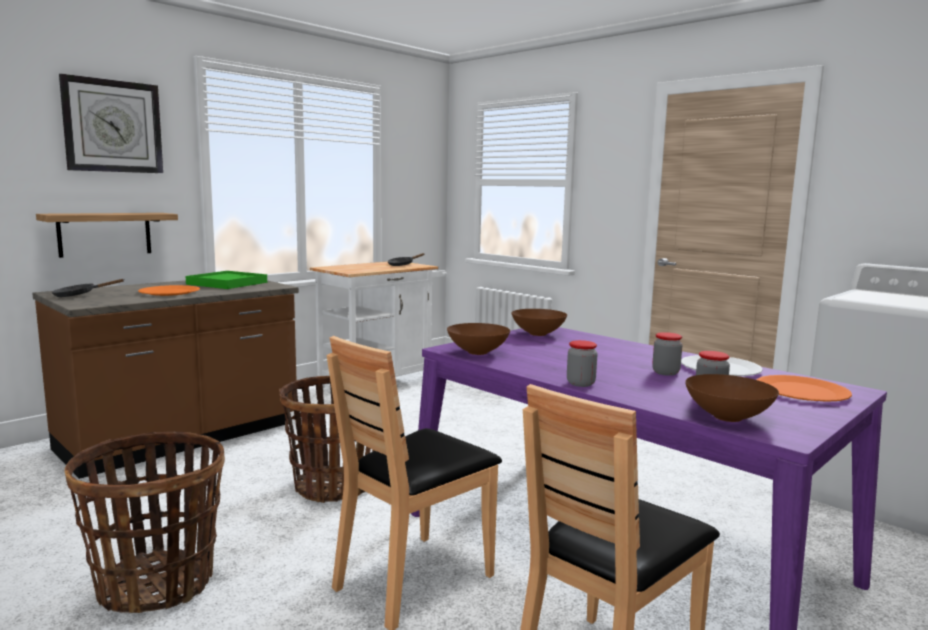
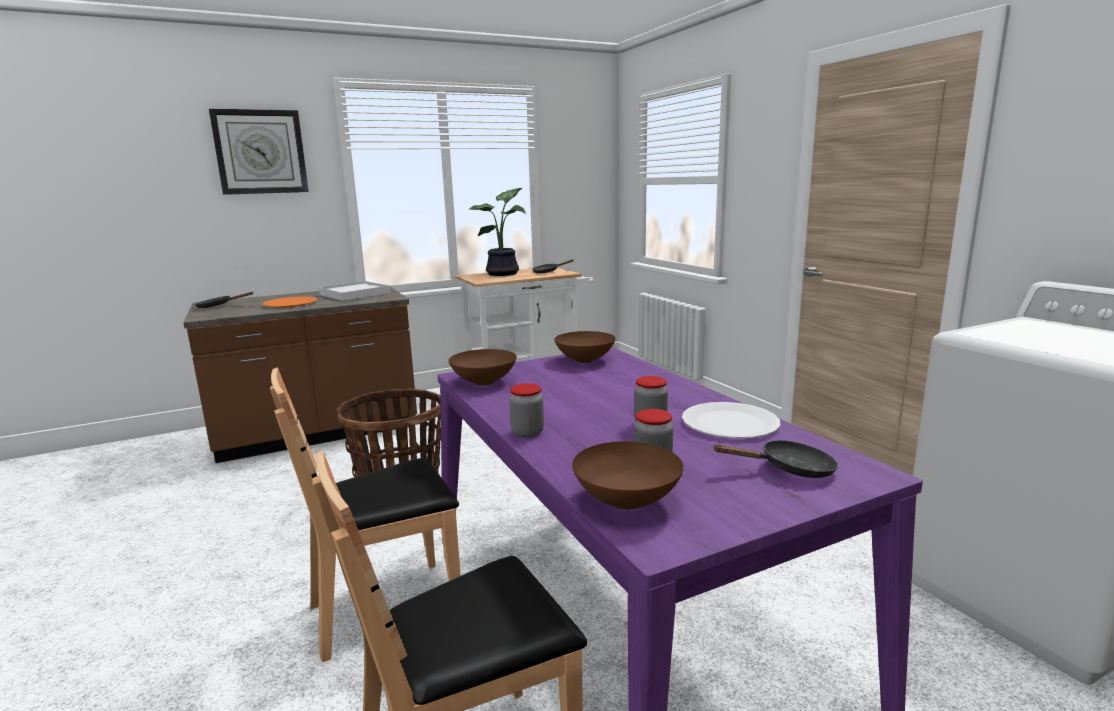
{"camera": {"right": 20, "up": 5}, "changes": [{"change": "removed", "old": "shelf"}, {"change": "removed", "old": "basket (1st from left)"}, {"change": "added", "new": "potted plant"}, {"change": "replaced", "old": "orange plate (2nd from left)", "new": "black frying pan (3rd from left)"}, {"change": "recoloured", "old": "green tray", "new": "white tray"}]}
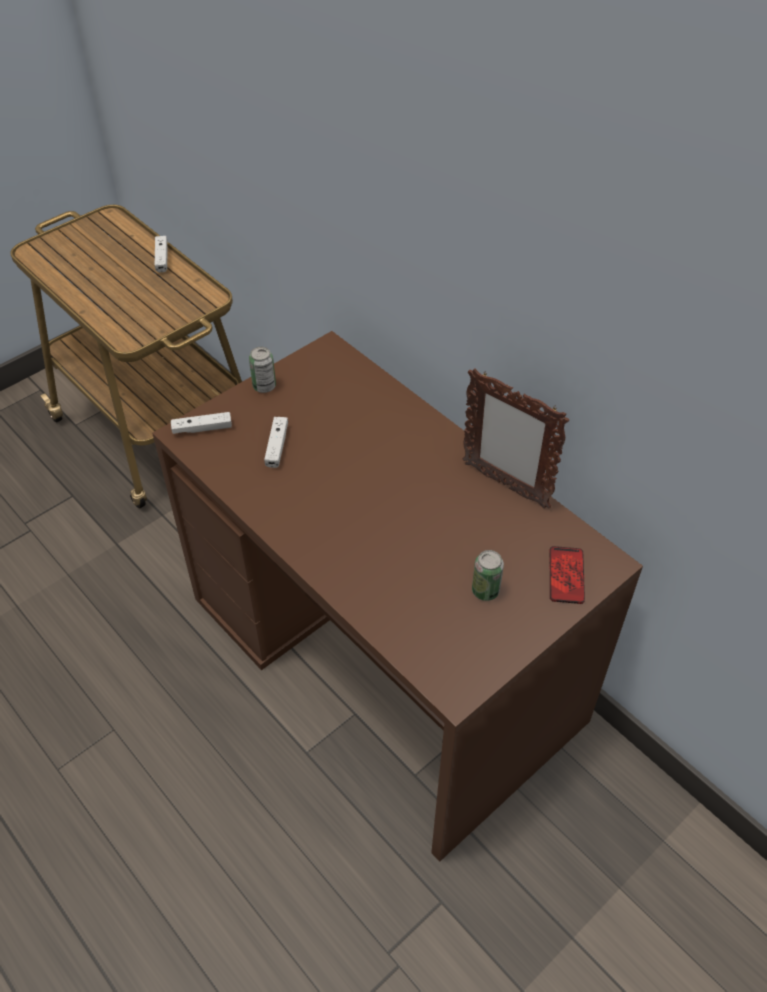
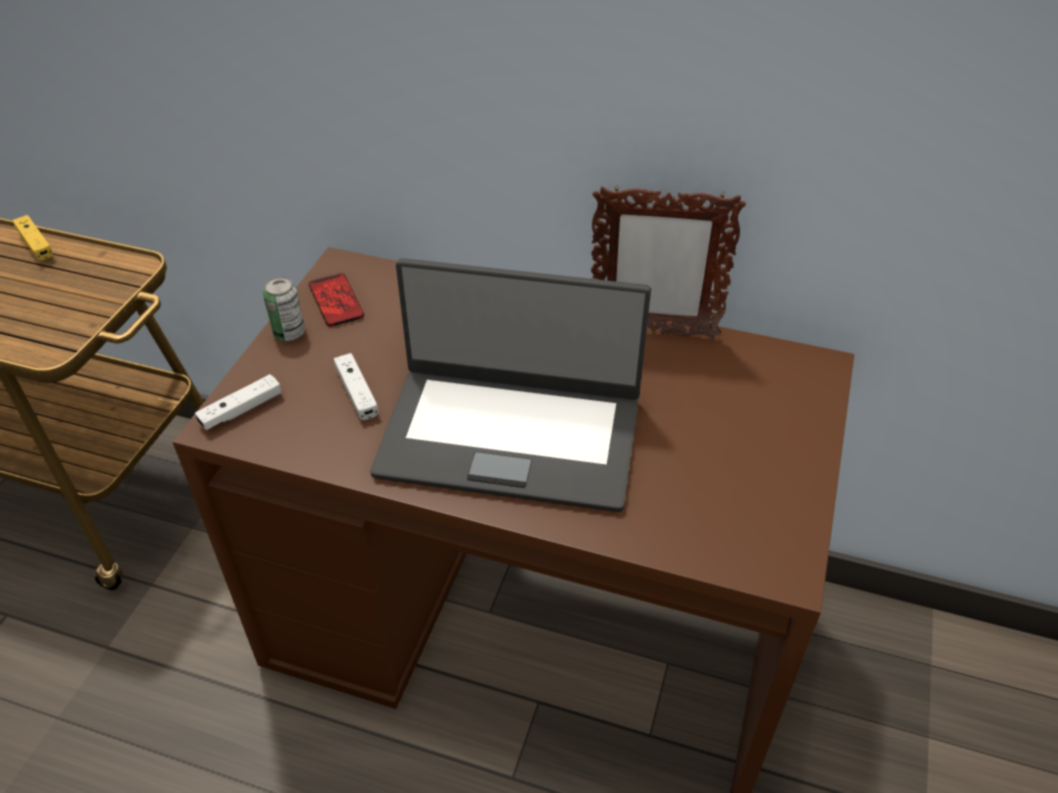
{"camera": {"right": -30, "up": -5}, "changes": [{"change": "removed", "old": "can (2nd from left)"}, {"change": "added", "new": "laptop"}, {"change": "moved", "old": "phone"}, {"change": "recoloured", "old": "white game controller (1st from left)", "new": "yellow game controller"}]}
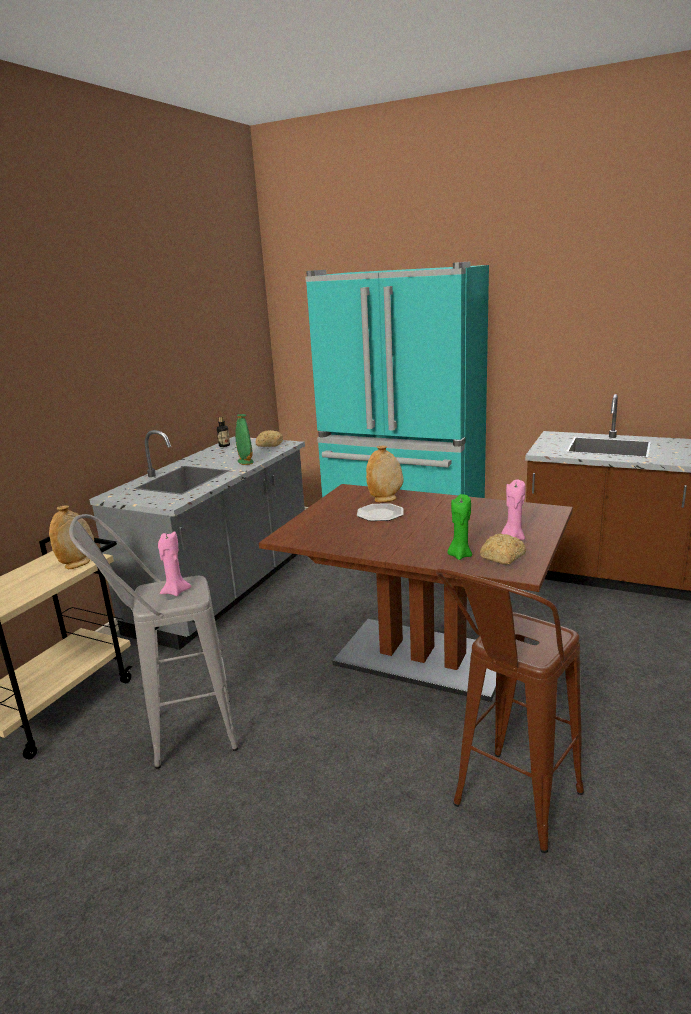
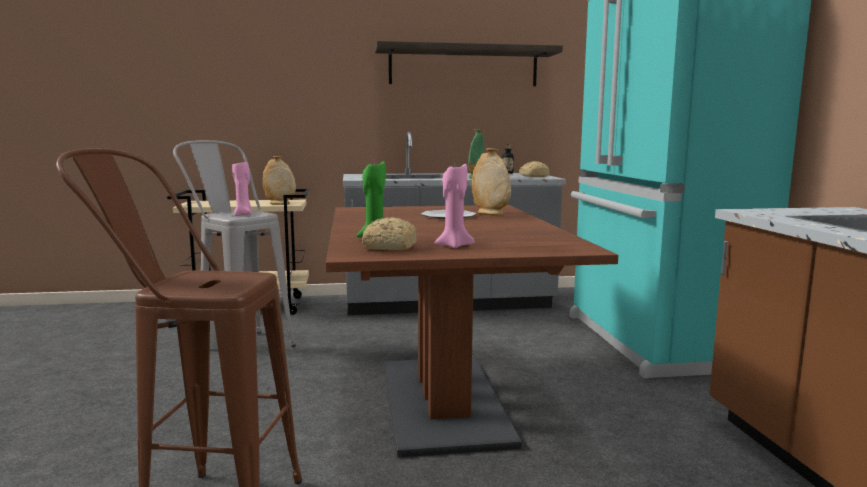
{"camera": {"right": 55, "up": -10}, "changes": [{"change": "added", "new": "shelf"}]}
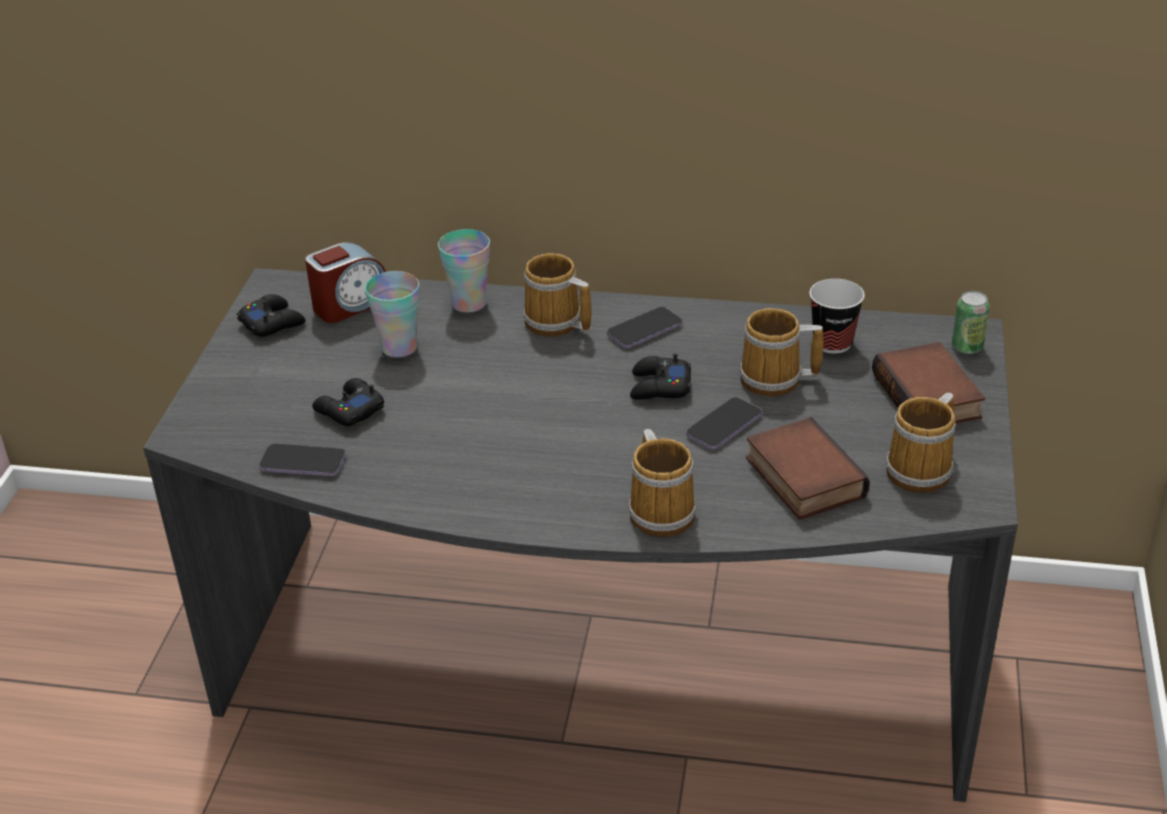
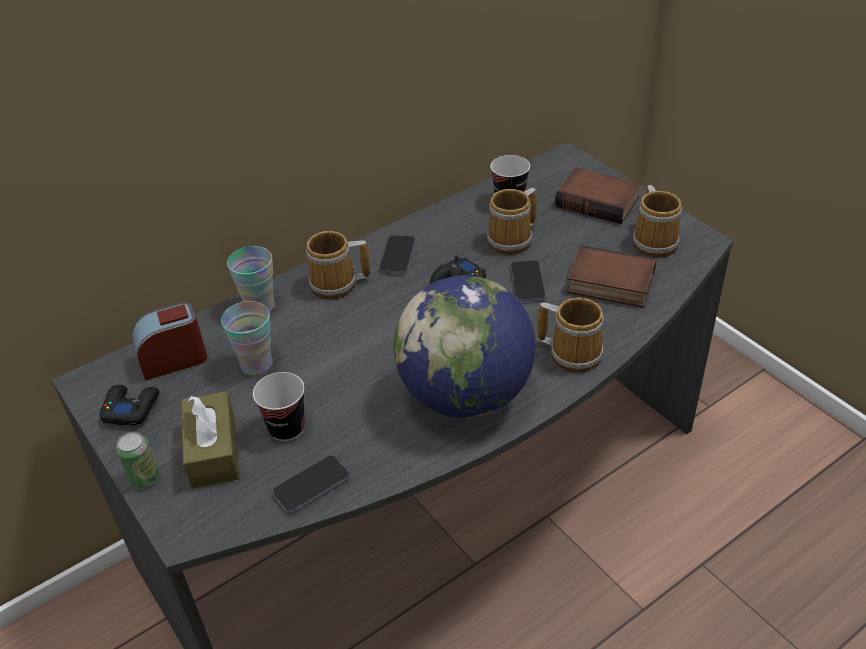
{"camera": {"right": -45, "up": 5}, "changes": [{"change": "added", "new": "brown tissue box"}, {"change": "added", "new": "globe"}, {"change": "moved", "old": "can"}, {"change": "replaced", "old": "black game controller (2nd from left)", "new": "cup (3rd from left)"}, {"change": "turned", "old": "alarm clock", "degrees": -120}]}
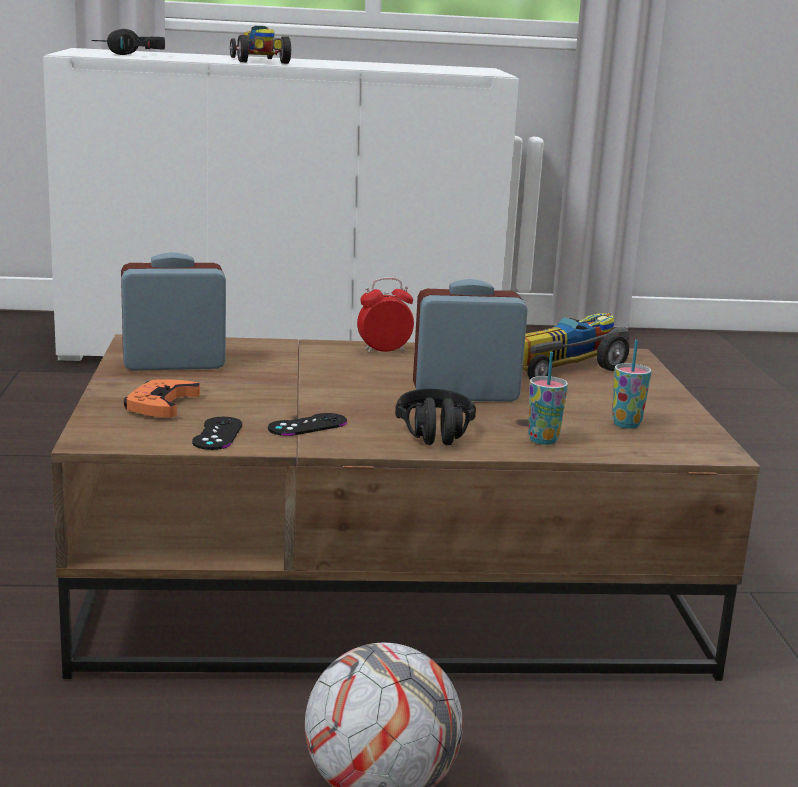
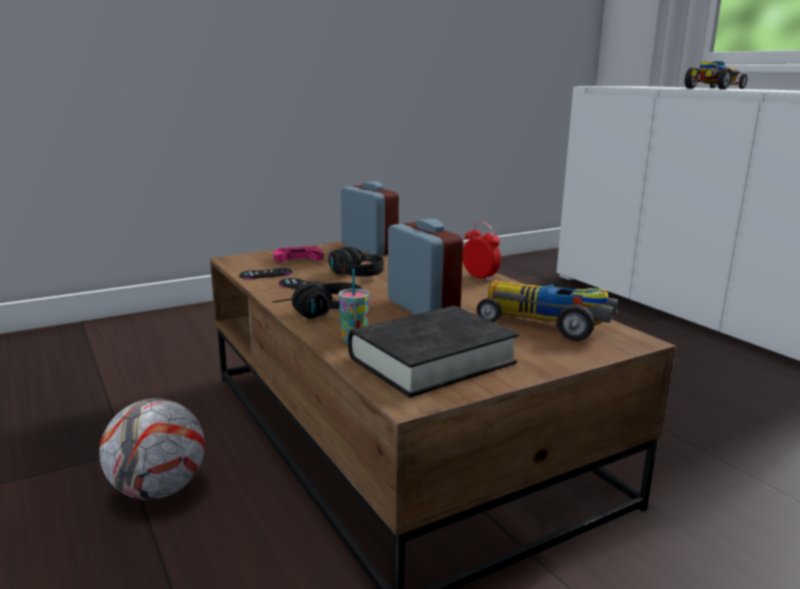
{"camera": {"right": 65, "up": 0}, "changes": [{"change": "moved", "old": "black headphones (1st from left in the first image)", "new": "black headphones (2nd from left)"}, {"change": "replaced", "old": "cup (2nd from left)", "new": "black book"}, {"change": "recoloured", "old": "orange game controller", "new": "pink game controller"}]}
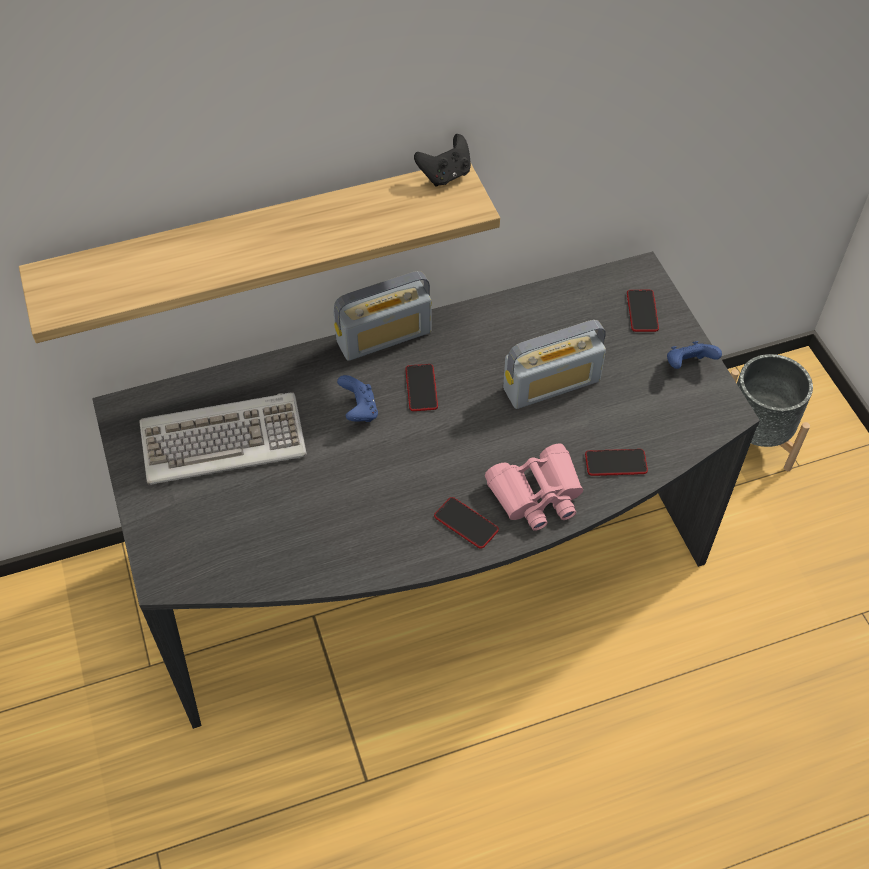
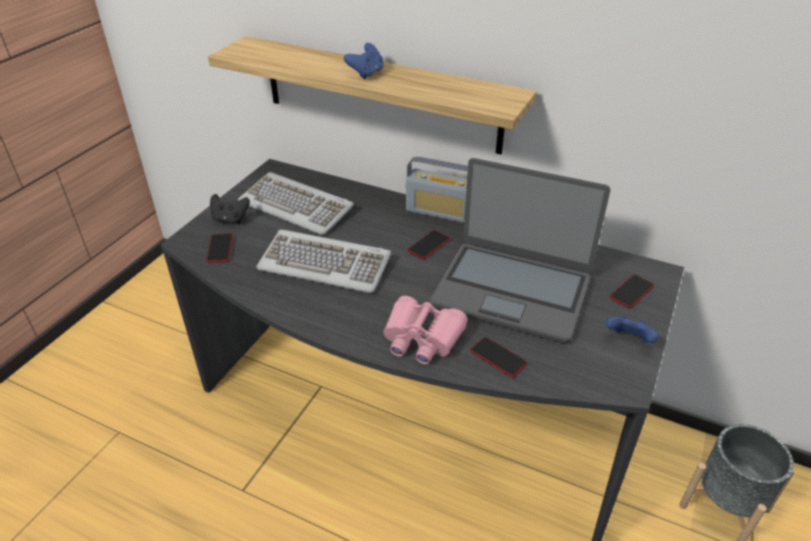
{"camera": {"right": 45, "up": -15}, "changes": [{"change": "added", "new": "keyboard (2nd from left)"}, {"change": "moved", "old": "blue game controller (1st from left)"}, {"change": "moved", "old": "black game controller"}, {"change": "moved", "old": "phone (2nd from left in the first image)", "new": "phone (1st from left)"}, {"change": "replaced", "old": "radio (2nd from left)", "new": "laptop"}]}
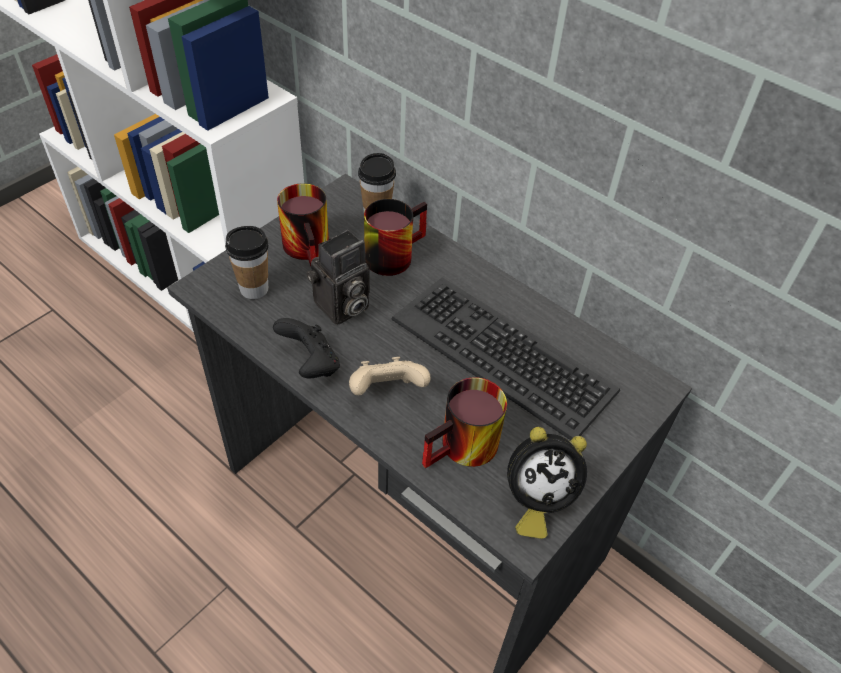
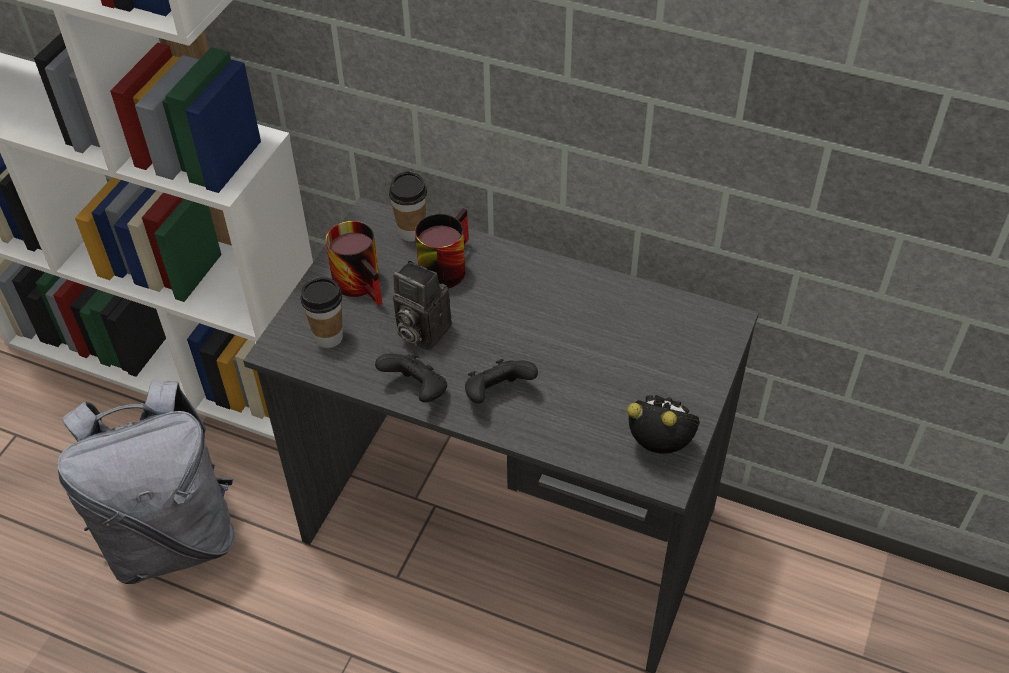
{"camera": {"right": -15, "up": 0}, "changes": [{"change": "removed", "old": "keyboard"}, {"change": "removed", "old": "mug (3rd from left)"}, {"change": "added", "new": "grey backpack"}, {"change": "recoloured", "old": "beige game controller", "new": "black game controller (2nd from left)"}, {"change": "turned", "old": "photo camera", "degrees": 90}, {"change": "turned", "old": "alarm clock", "degrees": -135}]}
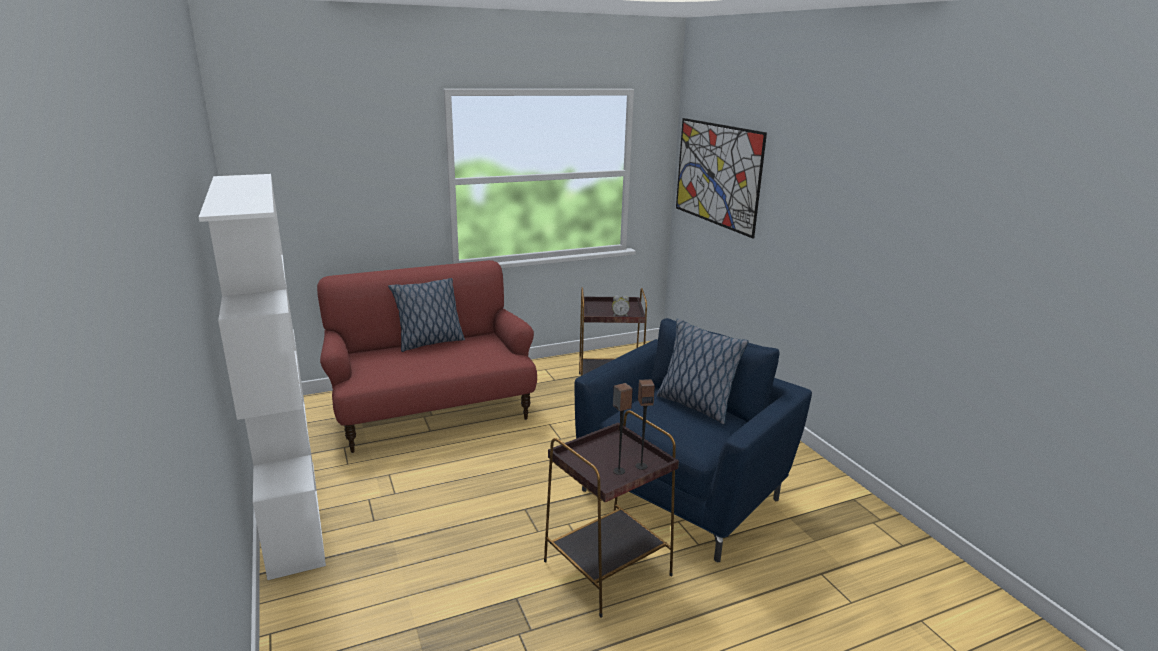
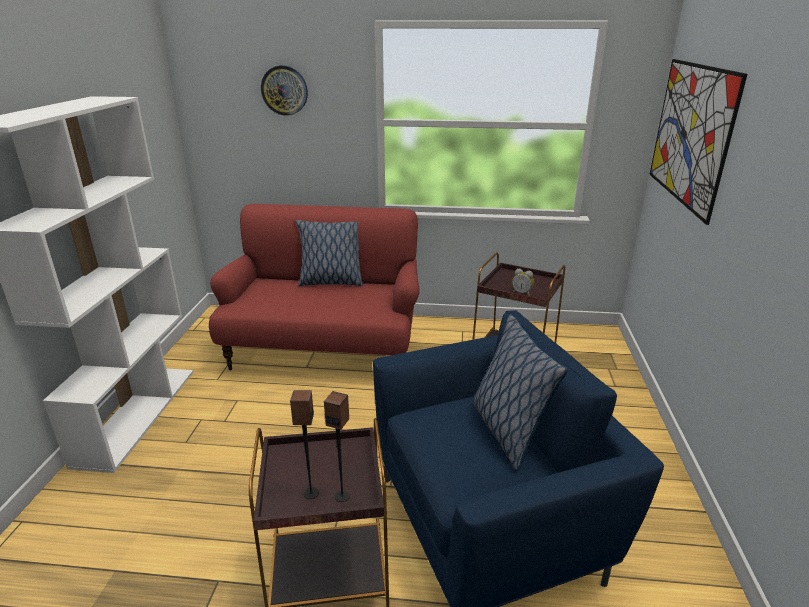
{"camera": {"right": 30, "up": 5}, "changes": [{"change": "added", "new": "wall clock"}]}
